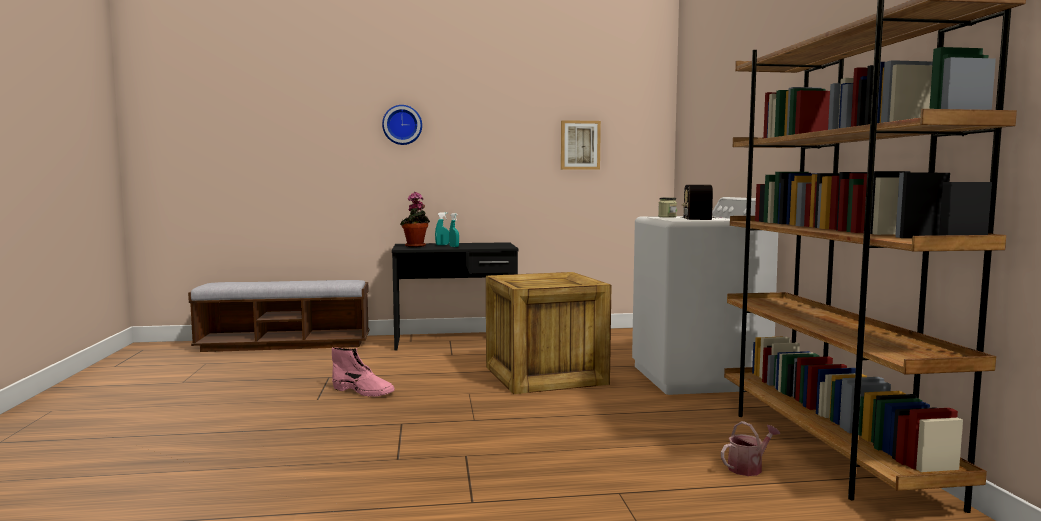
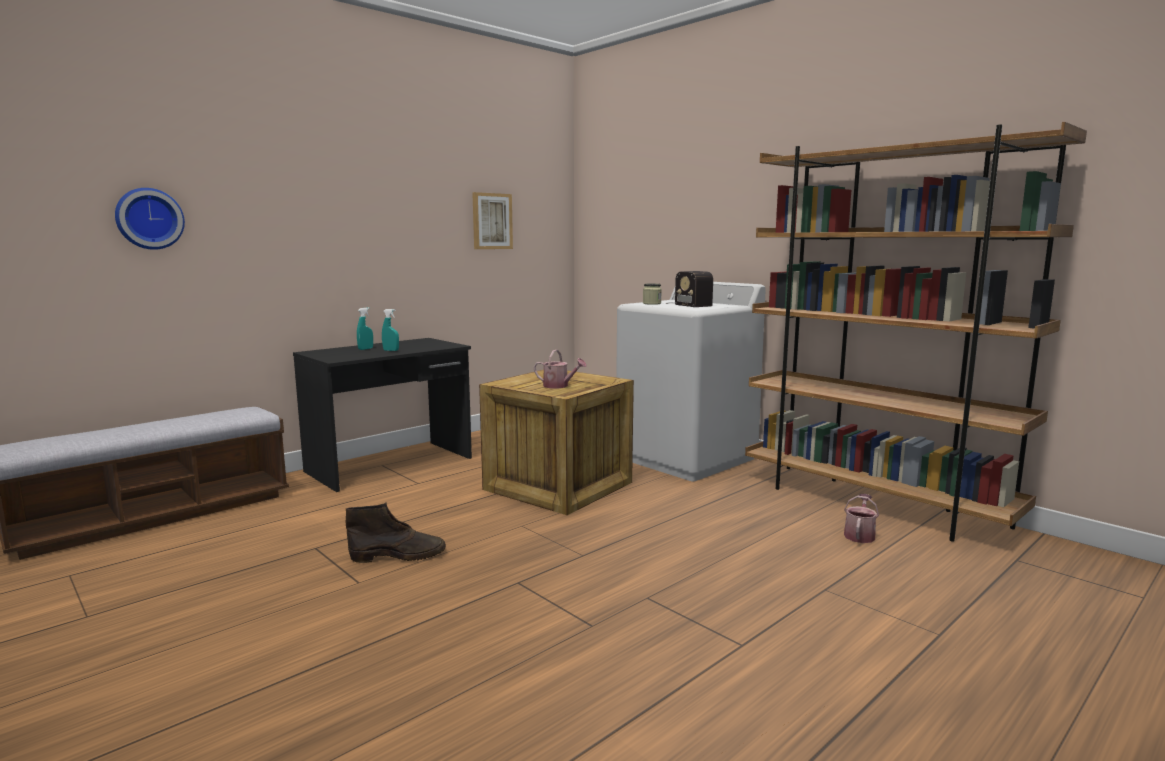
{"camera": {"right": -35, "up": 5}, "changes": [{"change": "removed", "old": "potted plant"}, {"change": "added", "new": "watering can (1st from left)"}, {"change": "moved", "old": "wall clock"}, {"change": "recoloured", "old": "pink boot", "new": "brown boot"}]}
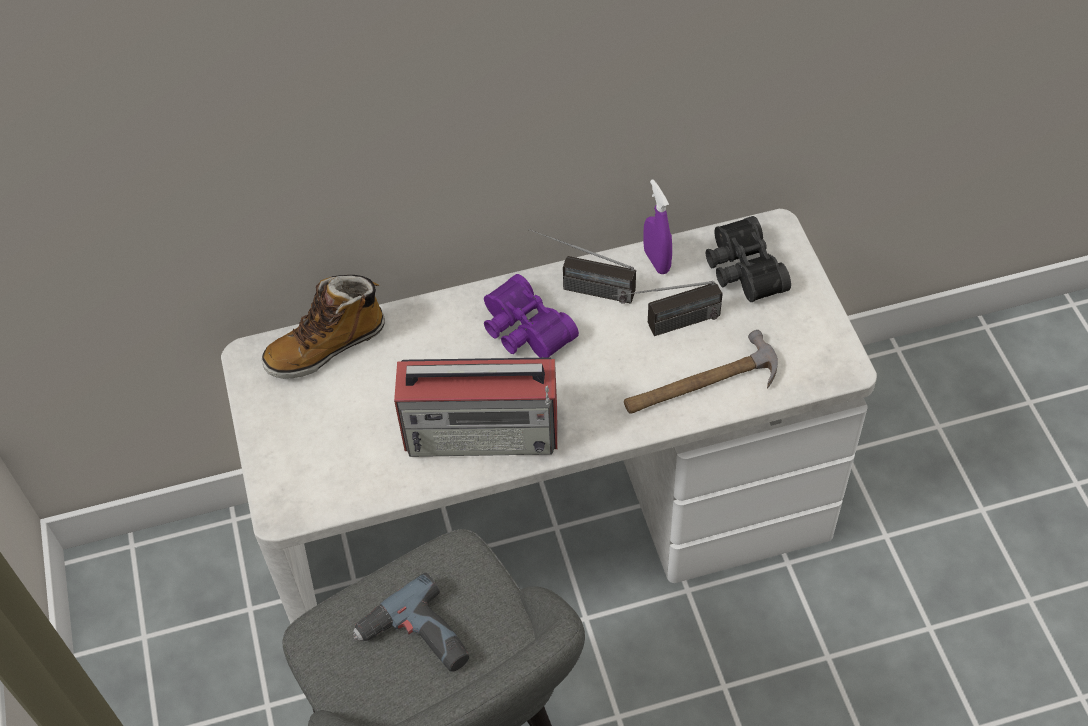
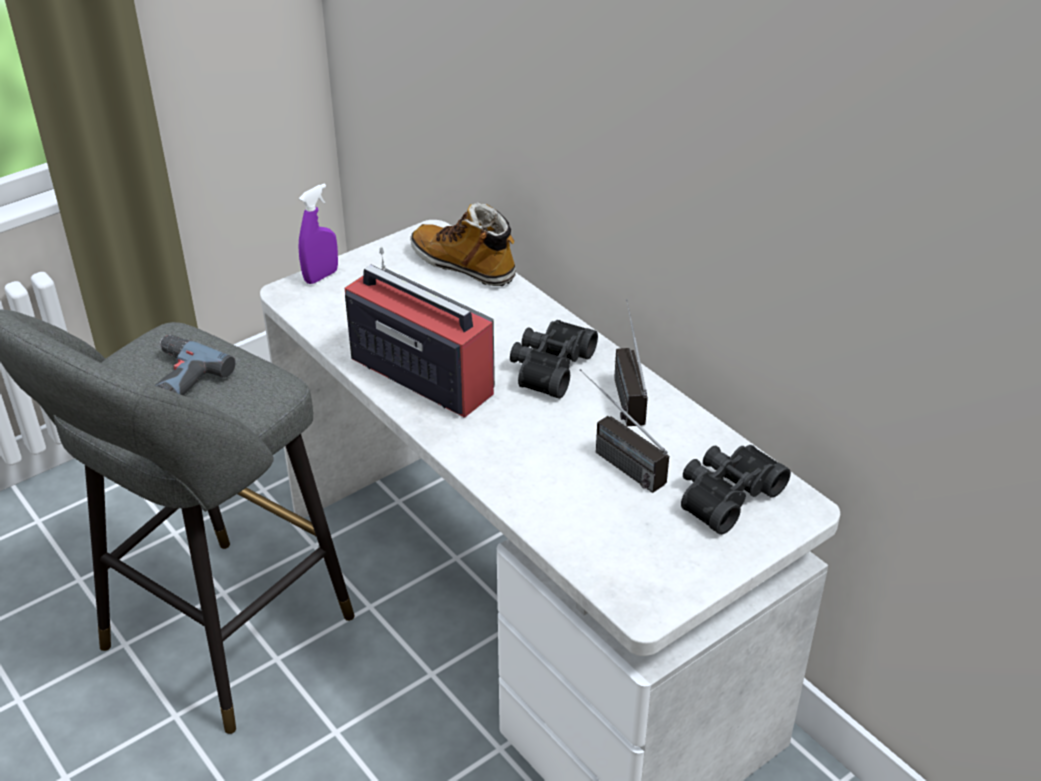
{"camera": {"right": 65, "up": -15}, "changes": [{"change": "removed", "old": "hammer"}, {"change": "moved", "old": "purple spray bottle"}, {"change": "recoloured", "old": "purple binoculars", "new": "black binoculars (1st from left)"}, {"change": "turned", "old": "radio (1st from left)", "degrees": 150}]}
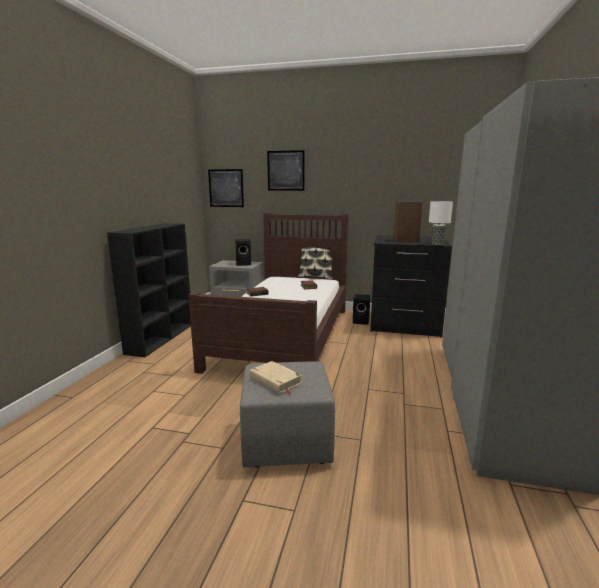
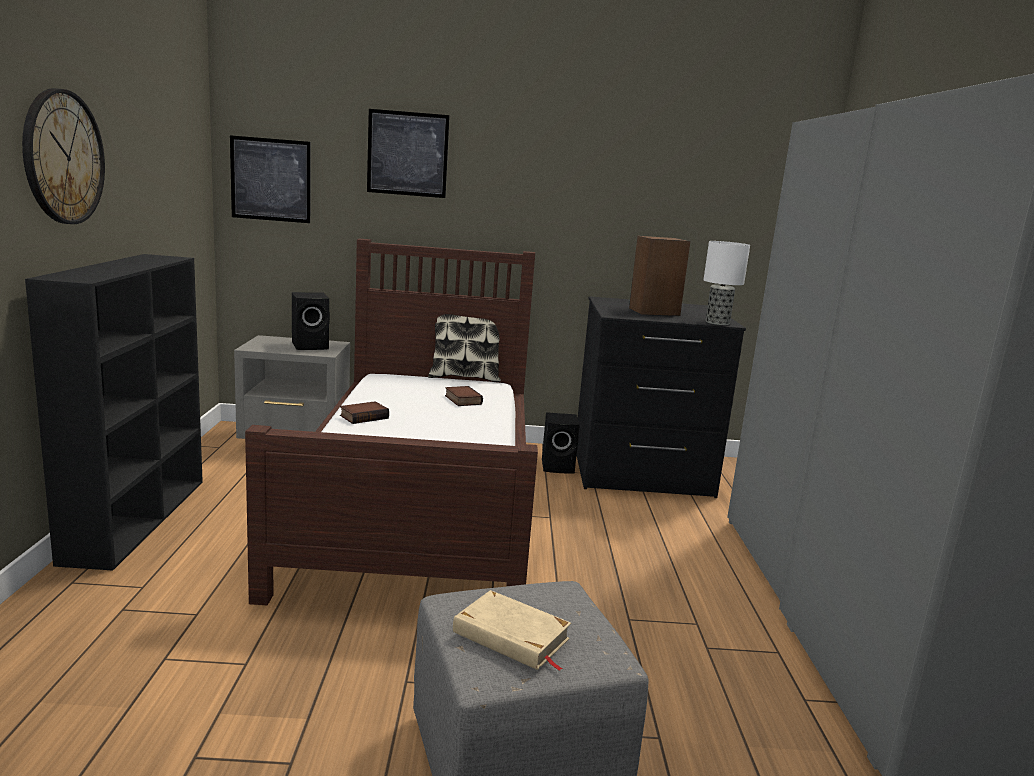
{"camera": {"right": -15, "up": 0}, "changes": [{"change": "added", "new": "wall clock"}]}
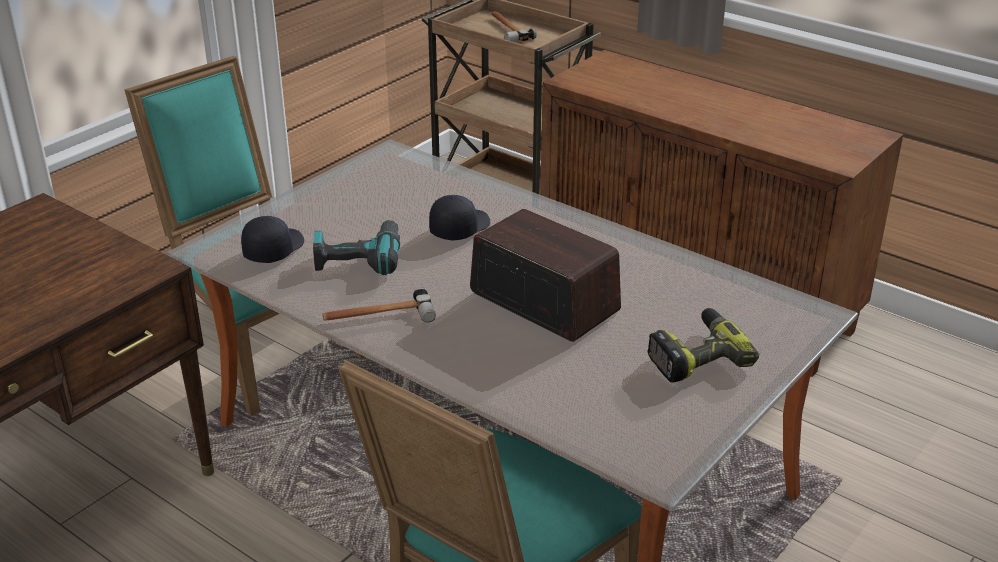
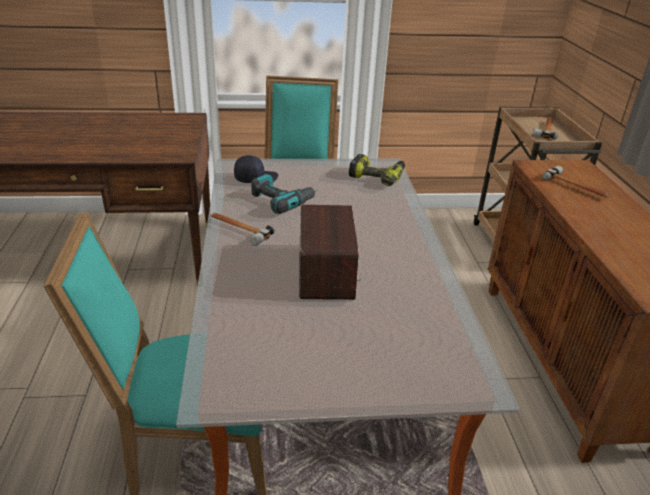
{"camera": {"right": 45, "up": 0}, "changes": [{"change": "removed", "old": "black cap (2nd from left)"}, {"change": "added", "new": "hammer (3rd from left)"}, {"change": "moved", "old": "power drill (2nd from left)"}]}
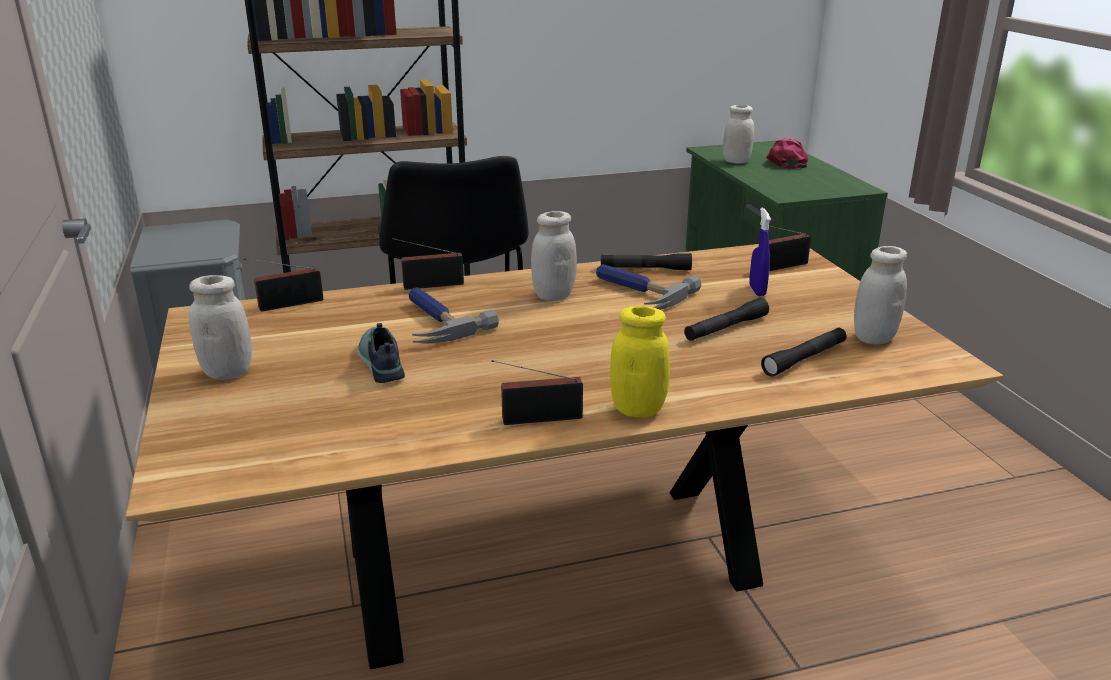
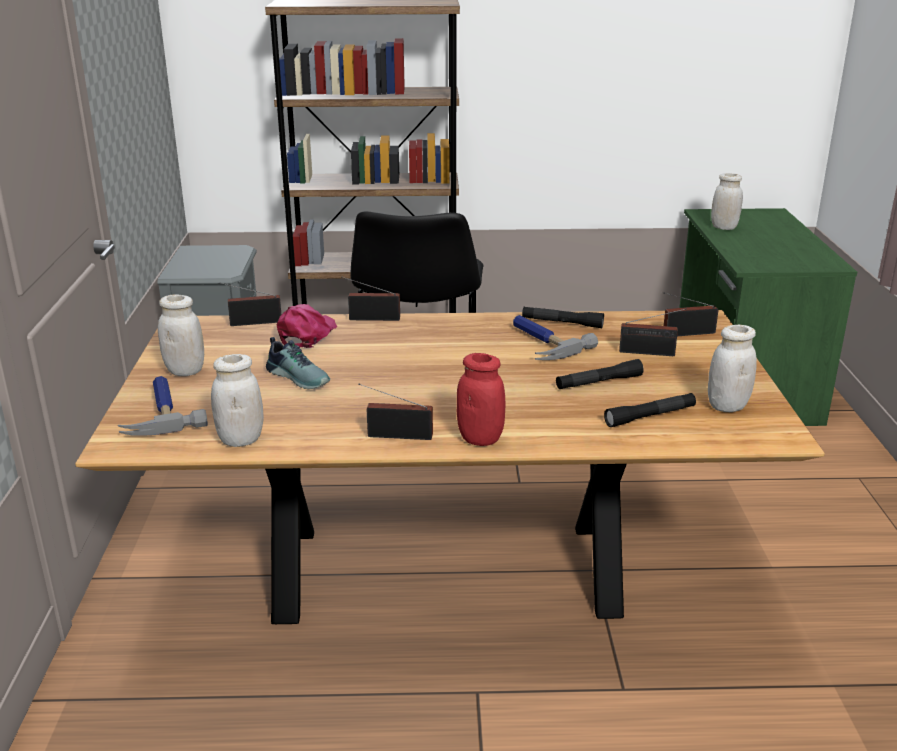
{"camera": {"right": 15, "up": 0}, "changes": [{"change": "moved", "old": "hammer (1st from left)"}, {"change": "moved", "old": "white jar (2nd from left)"}, {"change": "moved", "old": "pink cap"}, {"change": "replaced", "old": "blue spray bottle", "new": "radio (4th from left)"}, {"change": "recoloured", "old": "yellow jar", "new": "red jar"}, {"change": "turned", "old": "shoe", "degrees": 135}]}
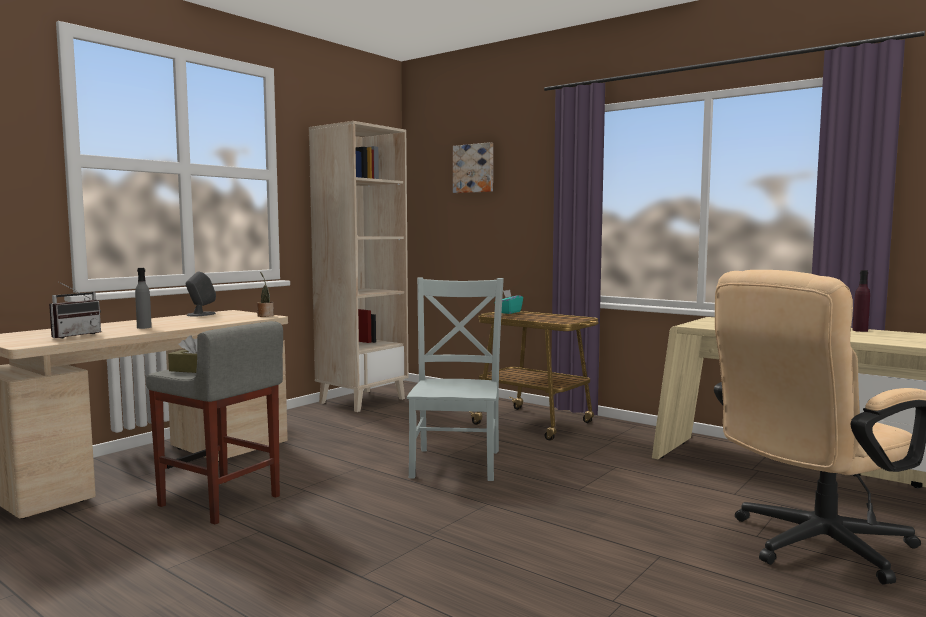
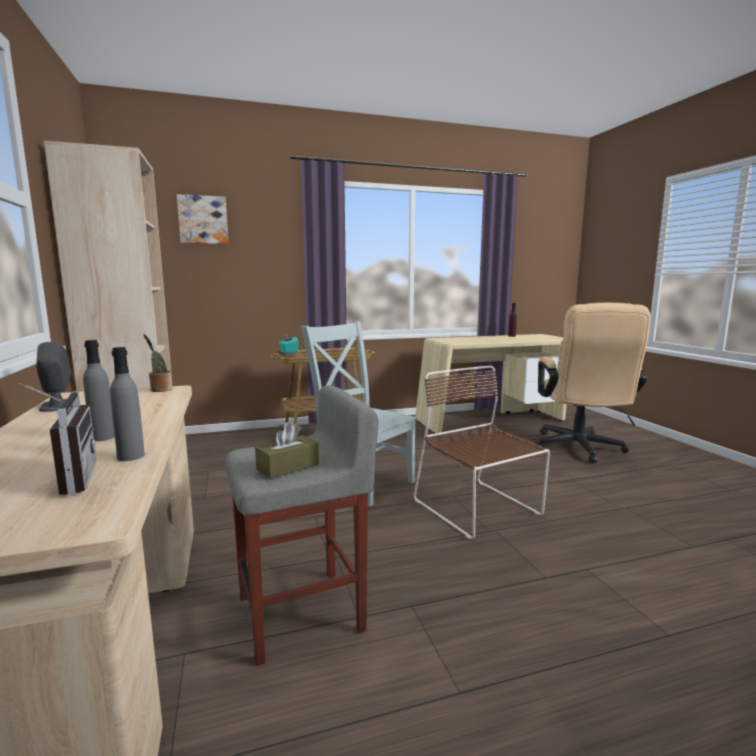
{"camera": {"right": -55, "up": 5}, "changes": [{"change": "added", "new": "grey bottle (2nd from left)"}, {"change": "added", "new": "brown chair"}]}
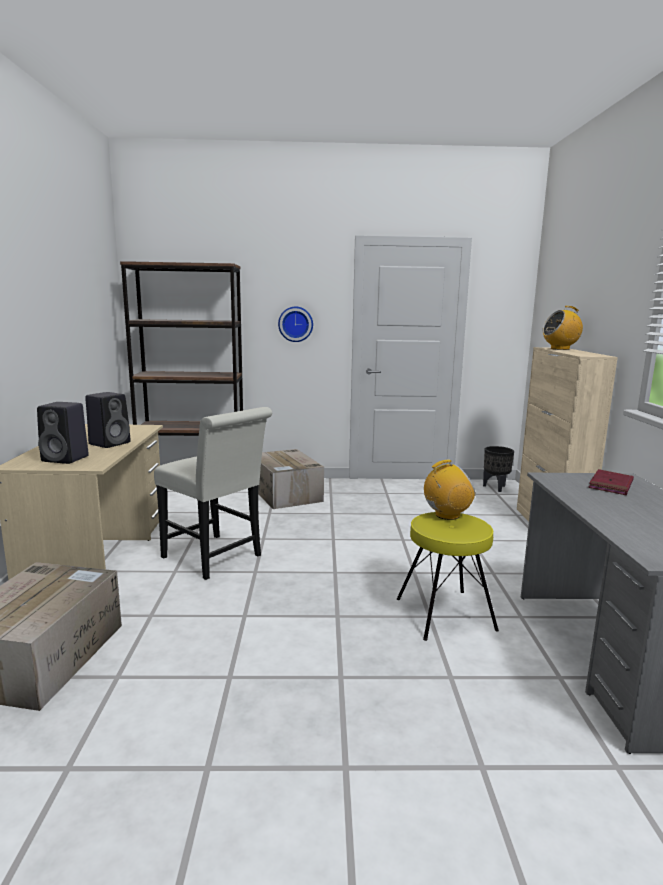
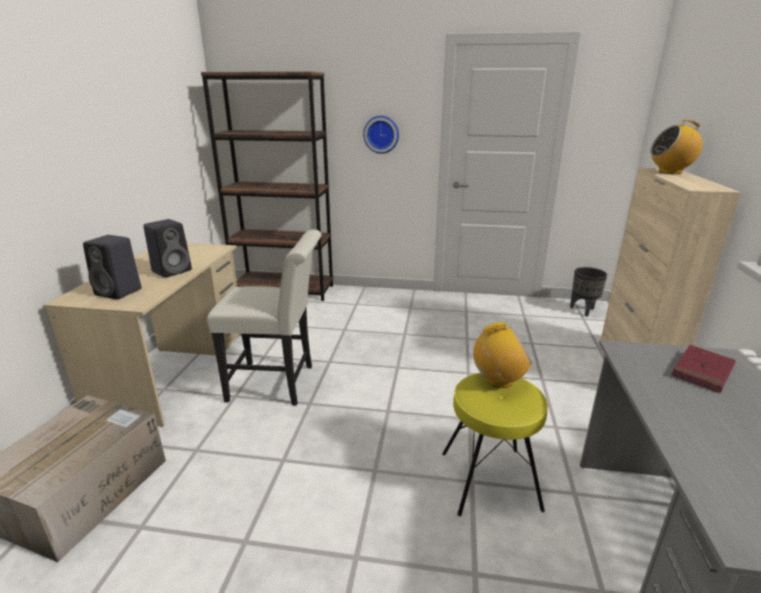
{"camera": {"right": 10, "up": 10}, "changes": [{"change": "removed", "old": "cardboard box (2nd from left)"}, {"change": "turned", "old": "white chair", "degrees": -45}]}
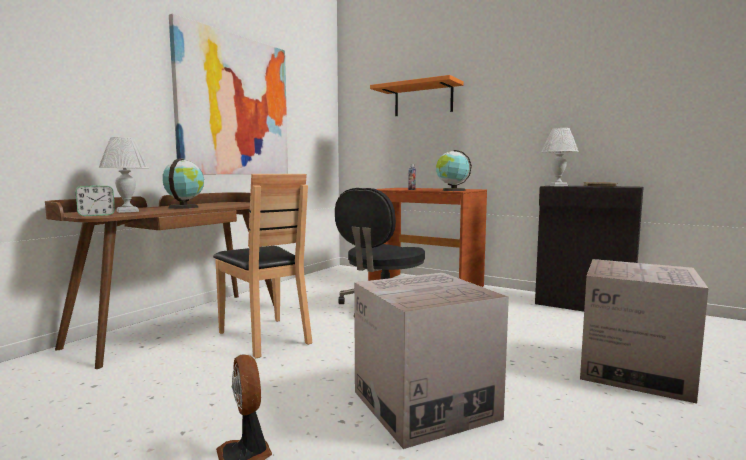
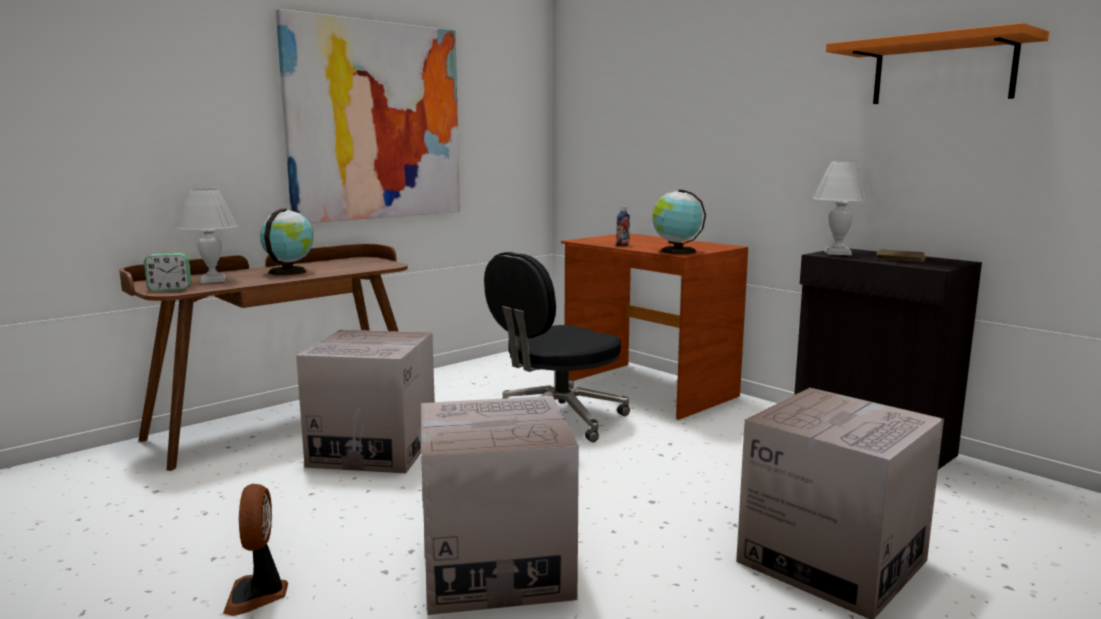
{"camera": {"right": 15, "up": 5}, "changes": [{"change": "moved", "old": "orange shelf"}, {"change": "replaced", "old": "brown chair", "new": "cardboard box (1st from left)"}]}
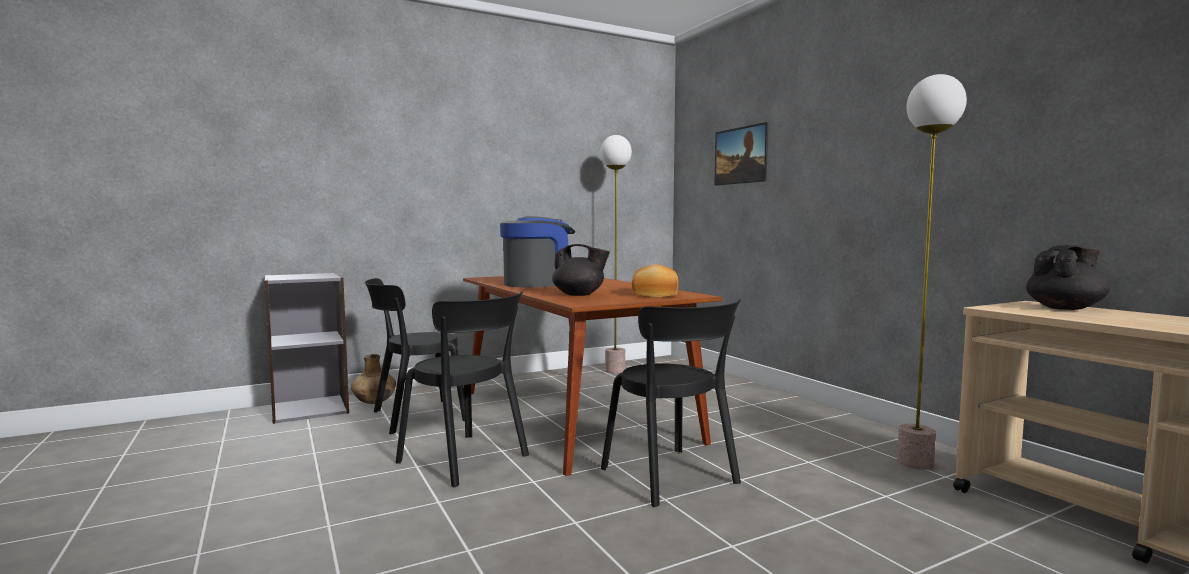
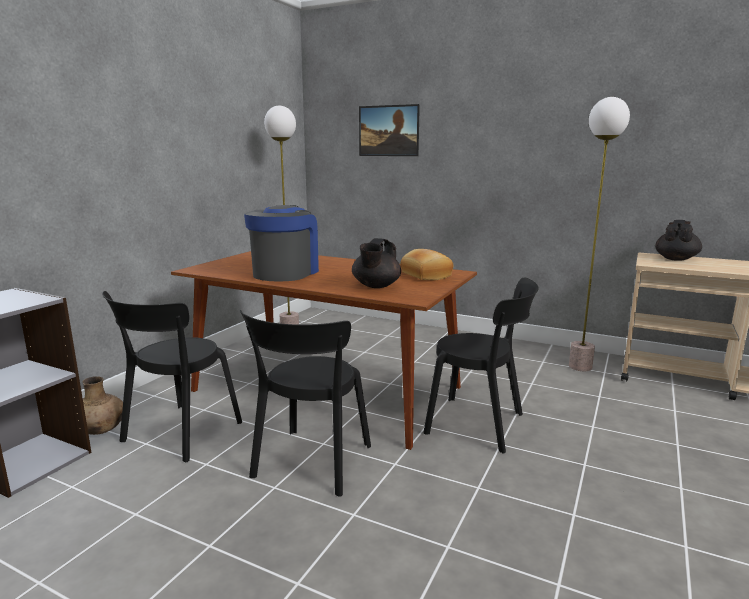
{"camera": {"right": -35, "up": 10}, "changes": [{"change": "turned", "old": "black chair (2nd from left)", "degrees": 105}, {"change": "turned", "old": "black teapot (1st from left)", "degrees": 135}]}
